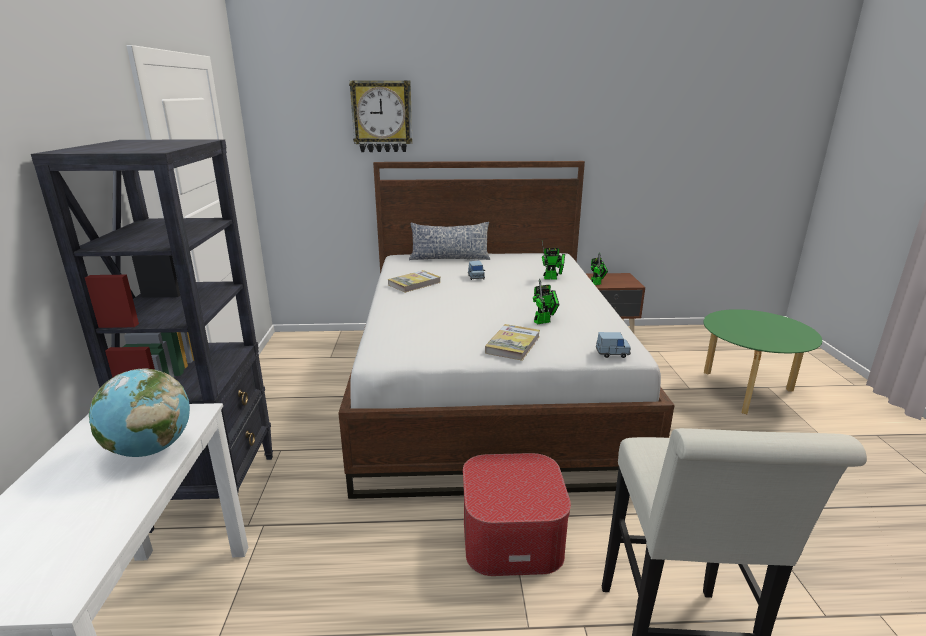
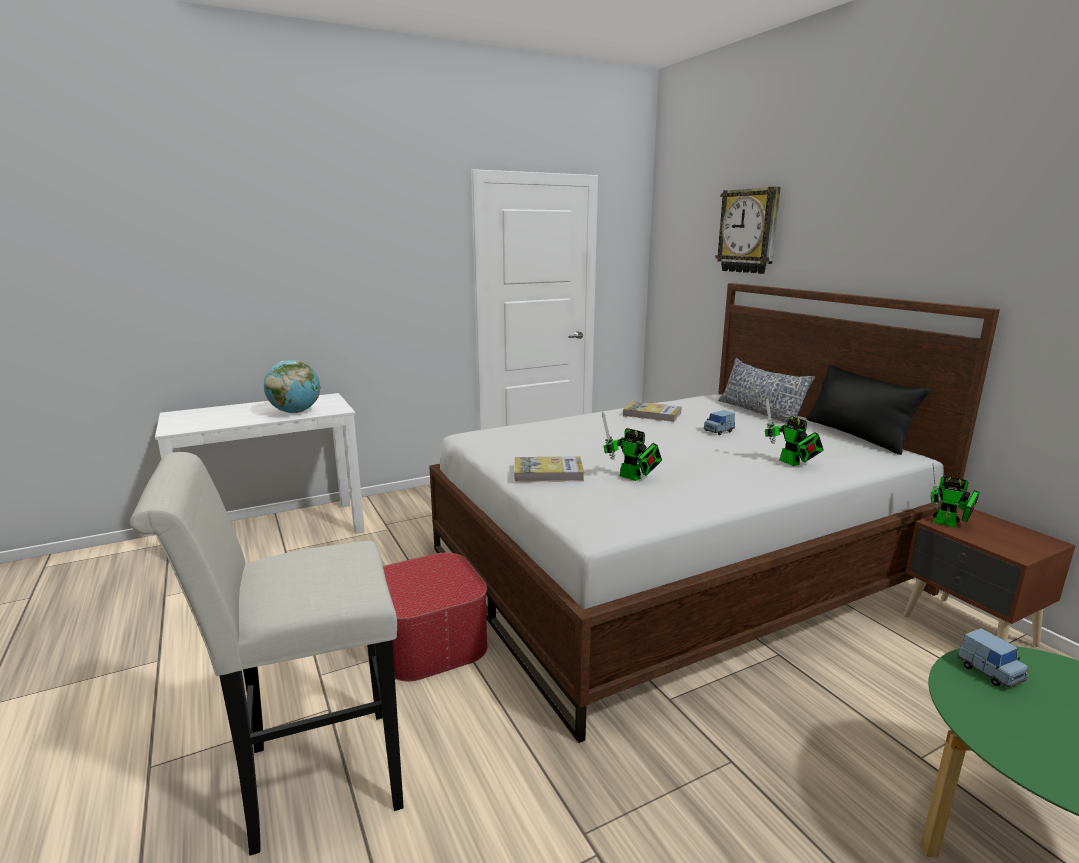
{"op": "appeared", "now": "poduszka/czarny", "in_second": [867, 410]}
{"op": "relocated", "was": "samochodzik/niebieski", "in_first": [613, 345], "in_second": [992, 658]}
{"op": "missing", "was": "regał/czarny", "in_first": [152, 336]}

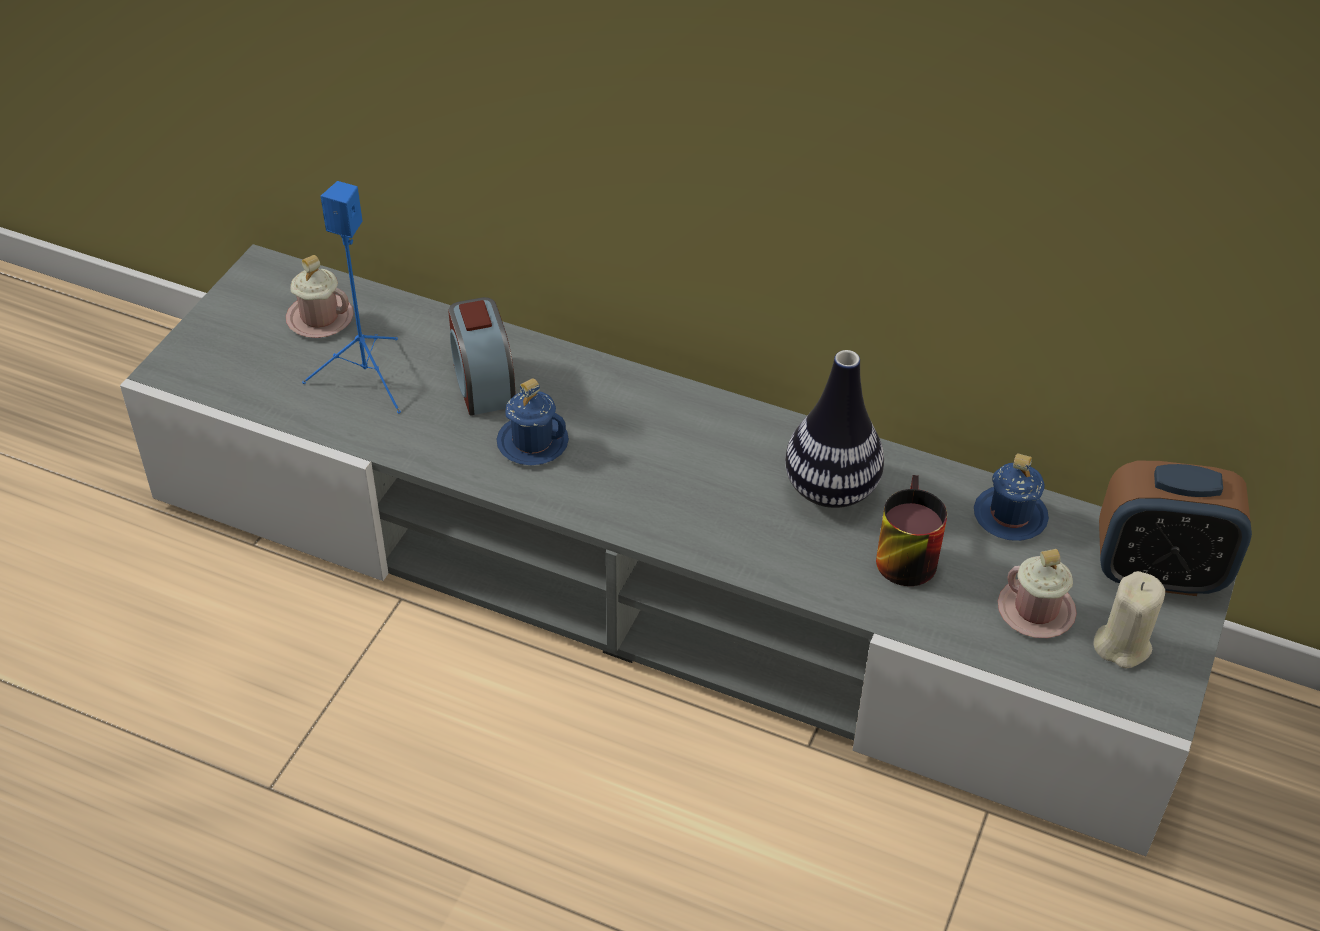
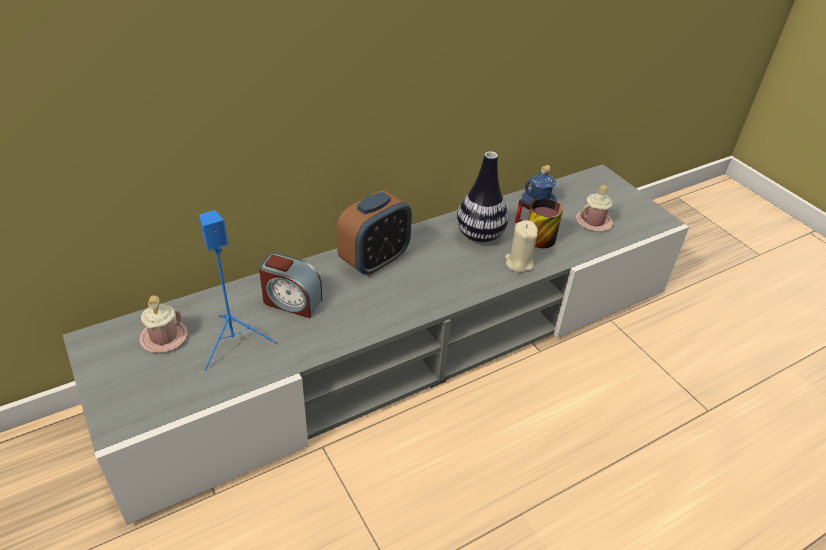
{"op": "relocated", "was": "budzik", "in_first": [1175, 528], "in_second": [374, 232]}
{"op": "relocated", "was": "świeca/beżowy", "in_first": [1129, 619], "in_second": [521, 246]}
{"op": "missing", "was": "kubek/niebieski", "in_first": [533, 422]}

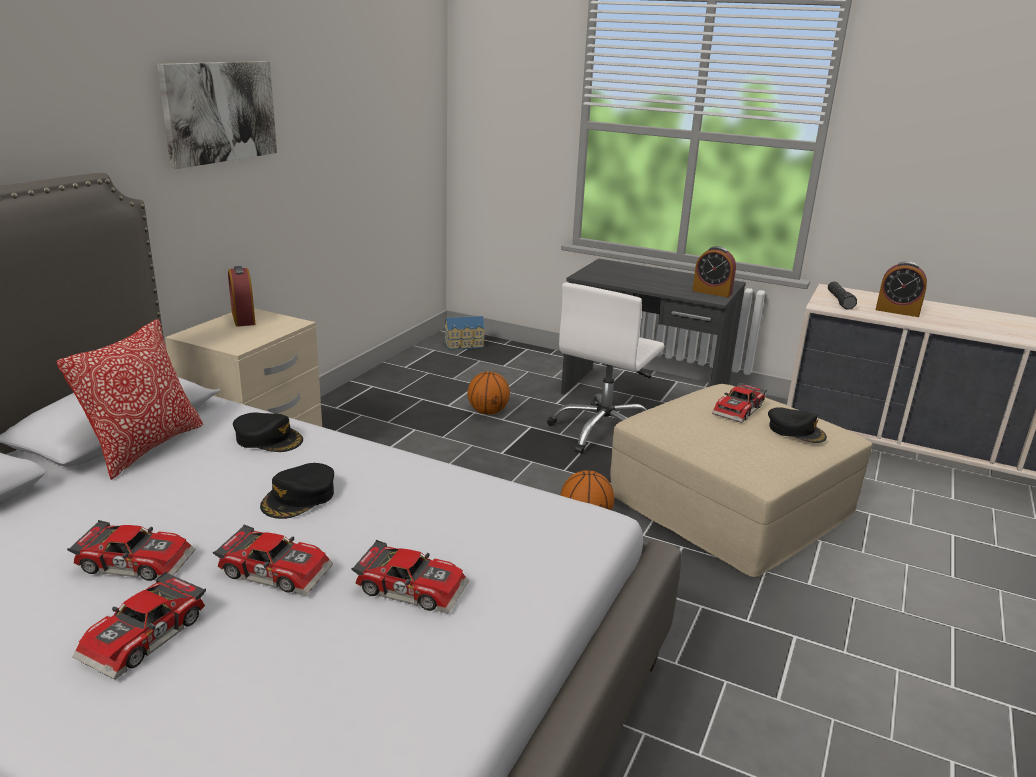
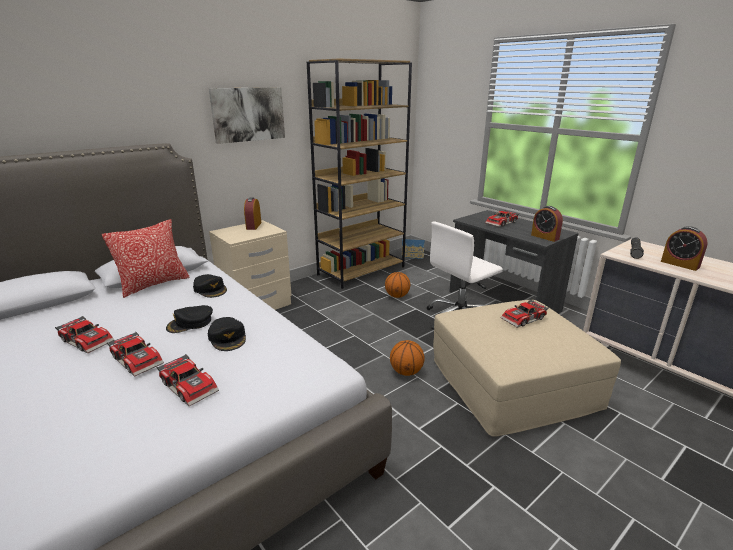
{"op": "relocated", "was": "czapka z daszkiem/czarny", "in_first": [797, 425], "in_second": [227, 334]}
{"op": "appeared", "now": "regał/brązowy", "in_second": [359, 173]}
{"op": "relocated", "was": "samochodzik", "in_first": [139, 626], "in_second": [502, 218]}

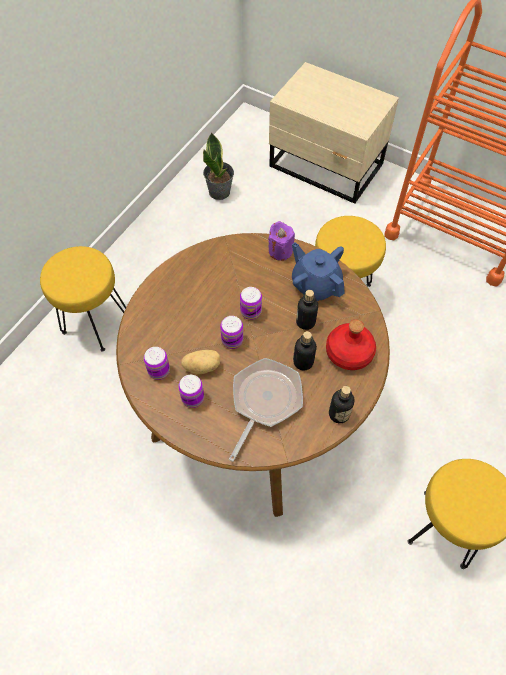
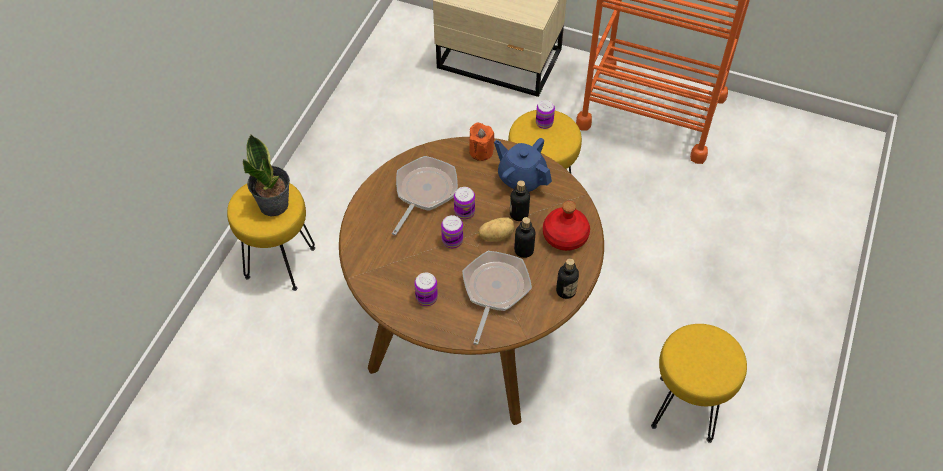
{"op": "relocated", "was": "roślina doniczkowa", "in_first": [218, 166], "in_second": [266, 175]}
{"op": "appeared", "now": "patelnia", "in_second": [425, 195]}
{"op": "colour", "was": "świeca/fioletowy", "now": "świeca/pomarańczowy", "in_first": [281, 241], "in_second": [481, 141]}
{"op": "relocated", "was": "ziemniak", "in_first": [200, 362], "in_second": [496, 229]}
{"op": "relocated", "was": "puszka", "in_first": [157, 363], "in_second": [545, 114]}

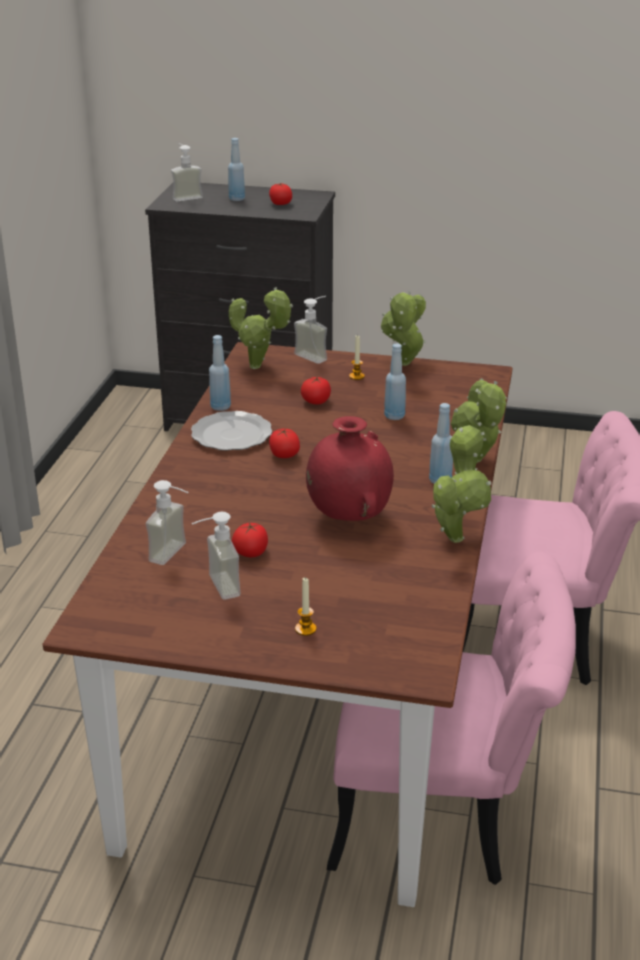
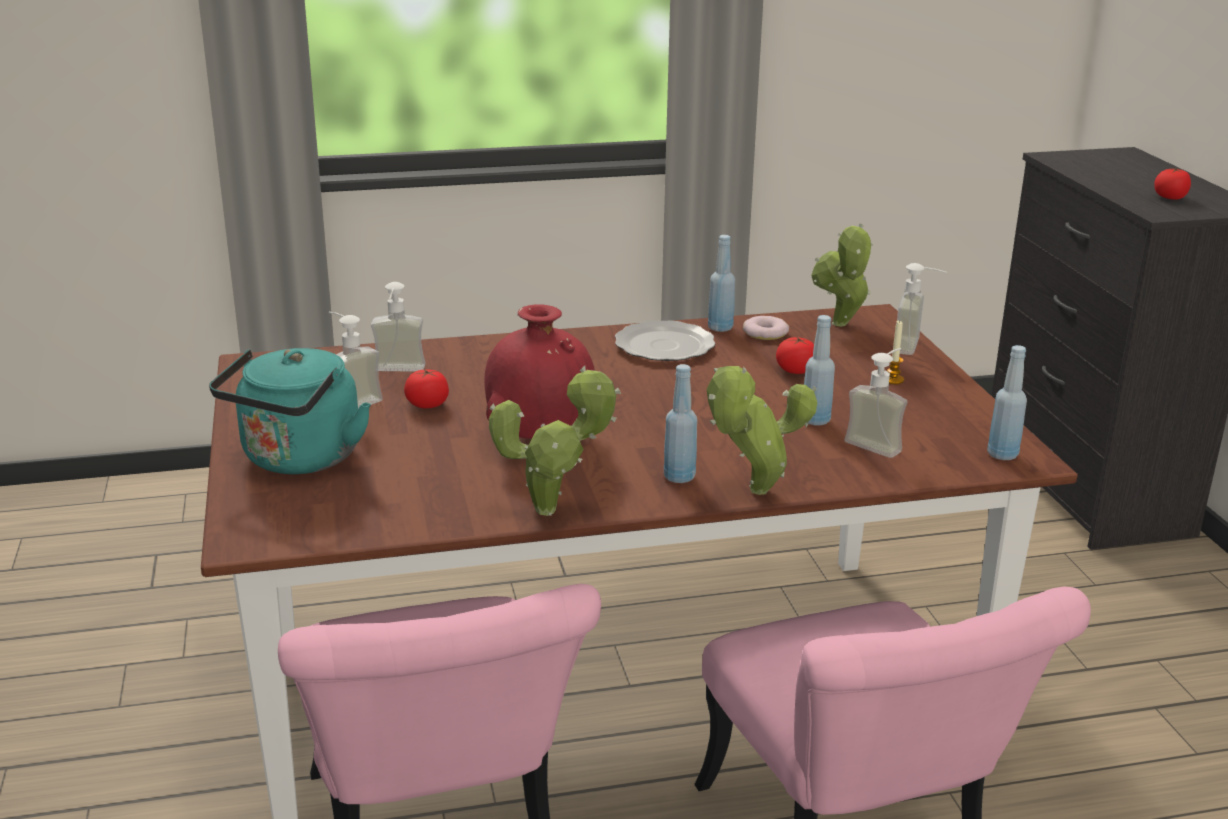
{"op": "exchanged", "was": "świeca", "now": "czajnik/turkusowy", "in_first": [306, 606], "in_second": [290, 411]}
{"op": "appeared", "now": "donut", "in_second": [766, 328]}
{"op": "relocated", "was": "dozownik mydła", "in_first": [187, 172], "in_second": [876, 403]}
{"op": "relocated", "was": "butelka/niebieski", "in_first": [236, 169], "in_second": [1007, 402]}
{"op": "missing", "was": "pomidor", "in_first": [284, 443]}
{"op": "missing", "was": "roślina doniczkowa", "in_first": [403, 328]}

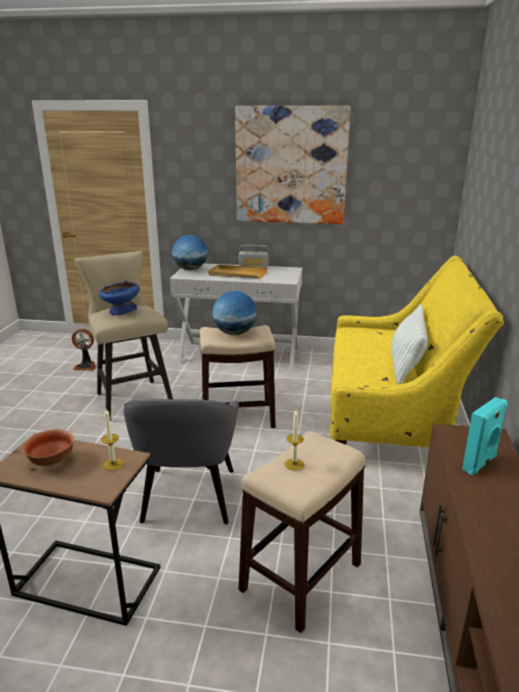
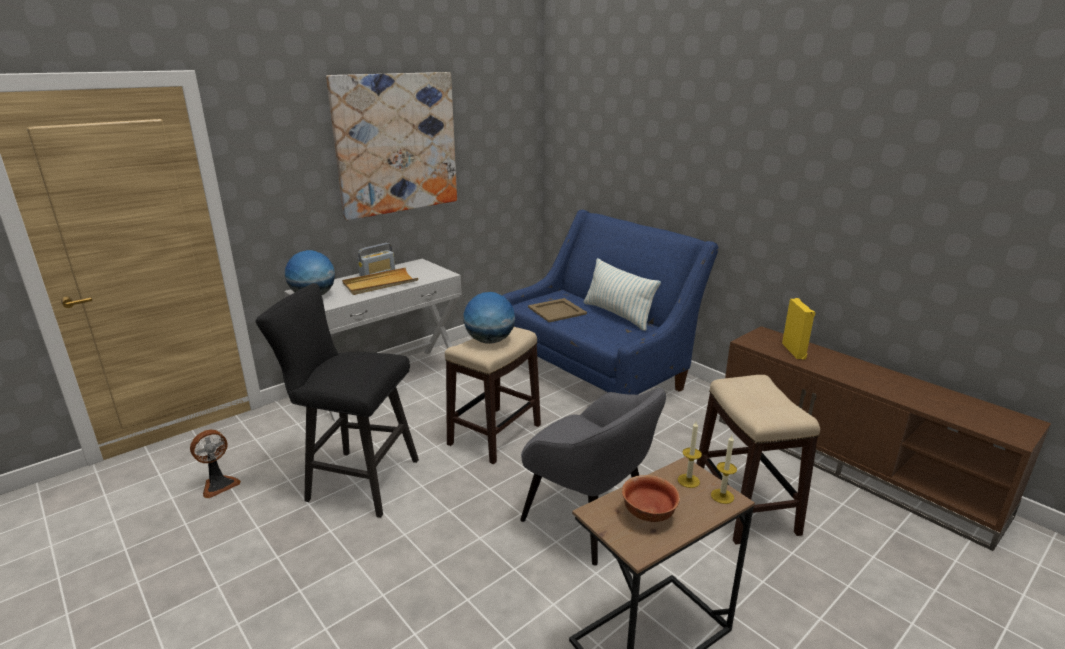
{"op": "colour", "was": "stołek/beżowy", "now": "stołek/czarny", "in_first": [123, 336], "in_second": [337, 400]}
{"op": "colour", "was": "kanapa/żółty", "now": "kanapa/niebieski", "in_first": [417, 351], "in_second": [610, 302]}
{"op": "appeared", "now": "taca/beżowy", "in_second": [557, 310]}
{"op": "relocated", "was": "świeca", "in_first": [294, 440], "in_second": [724, 469]}
{"op": "colour", "was": "głośnik/turkusowy", "now": "głośnik/żółty", "in_first": [485, 436], "in_second": [798, 329]}
{"op": "missing", "was": "miska/niebieski", "in_first": [119, 297]}

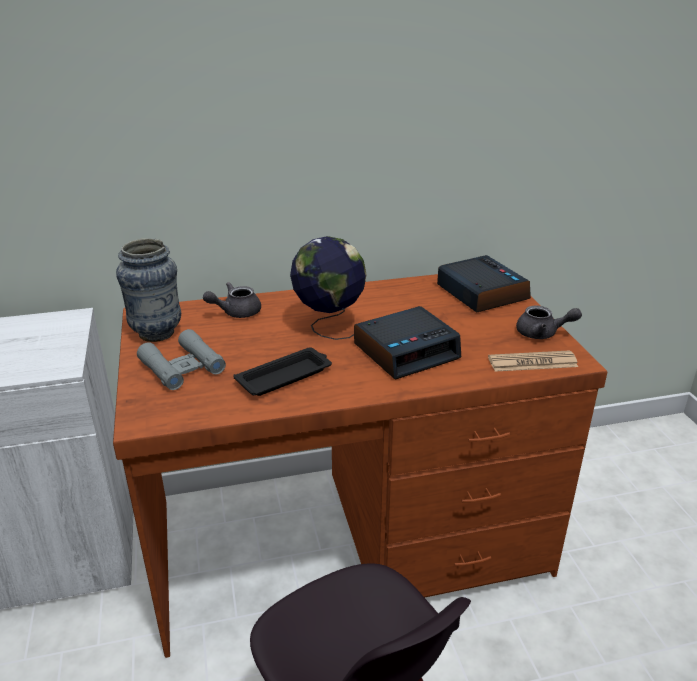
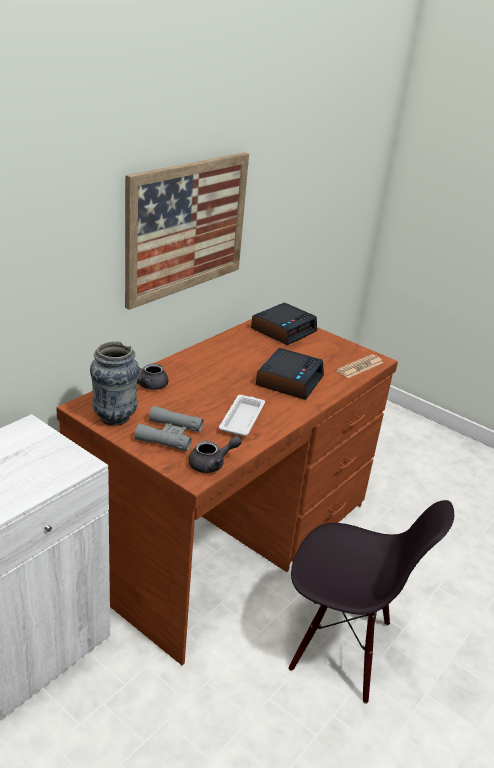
{"op": "appeared", "now": "obraz", "in_second": [187, 231]}
{"op": "relocated", "was": "imbryk/szary", "in_first": [549, 322], "in_second": [215, 454]}
{"op": "colour", "was": "taca/czarny", "now": "taca/biały", "in_first": [282, 371], "in_second": [242, 415]}
{"op": "spun", "was": "budzik", "in_first": [484, 284], "in_second": [284, 324], "clockwise": 105}
{"op": "missing", "was": "globus", "in_first": [328, 288]}

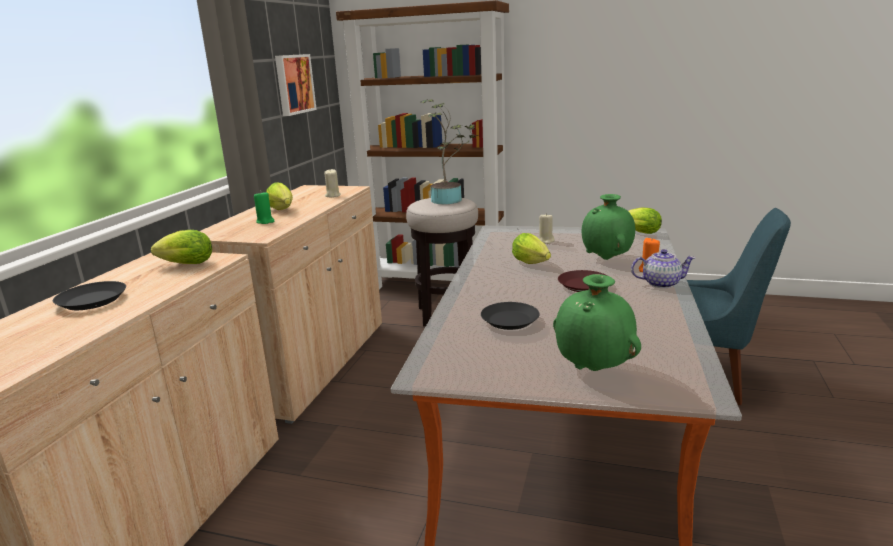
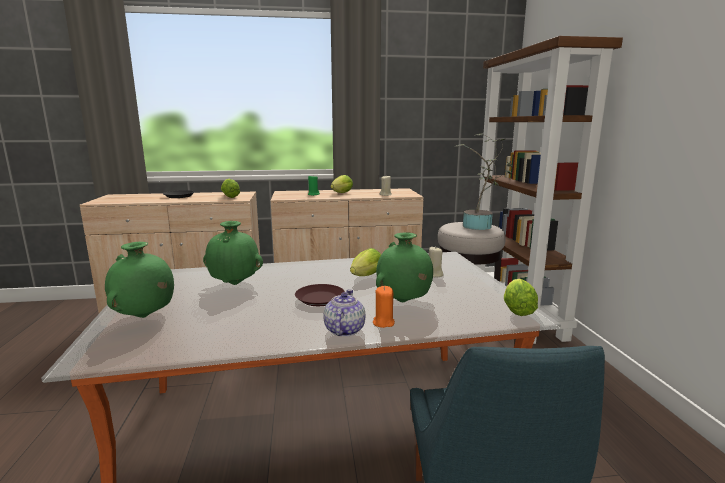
{"op": "exchanged", "was": "talerz/czarny", "now": "wazon/zielony", "in_first": [510, 316], "in_second": [233, 253]}
{"op": "spun", "was": "imbryk", "in_first": [663, 268], "in_second": [344, 313], "clockwise": -150}
{"op": "missing", "was": "obraz", "in_first": [296, 85]}

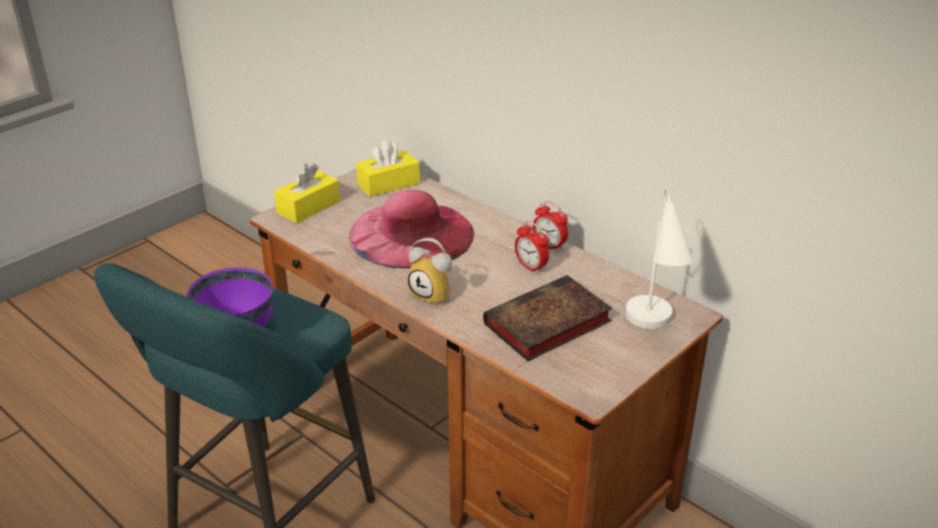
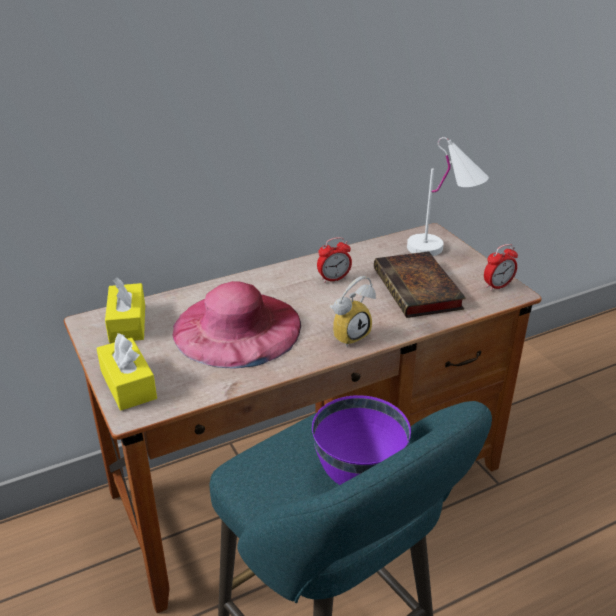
{"op": "relocated", "was": "budzik", "in_first": [550, 226], "in_second": [501, 267]}

